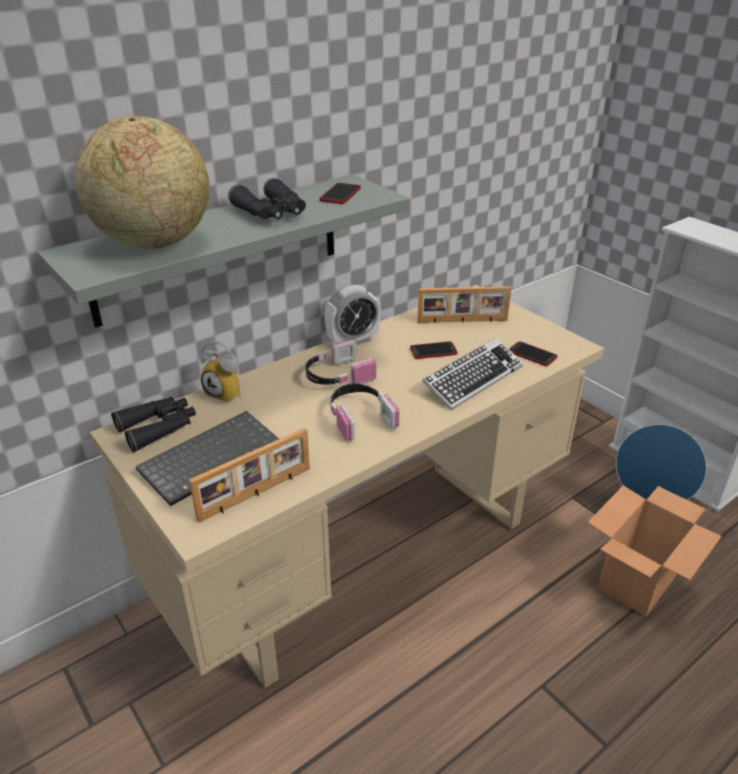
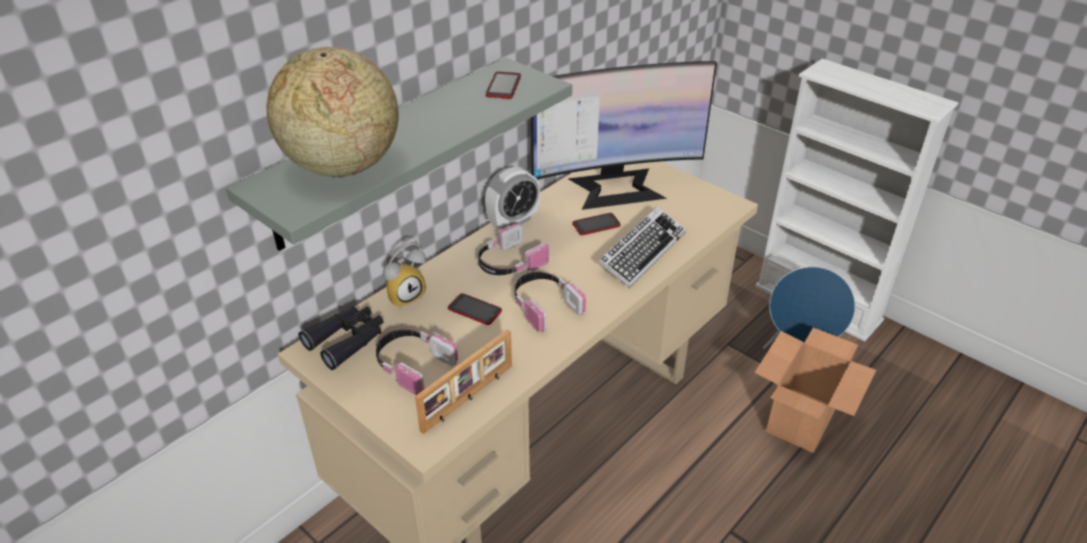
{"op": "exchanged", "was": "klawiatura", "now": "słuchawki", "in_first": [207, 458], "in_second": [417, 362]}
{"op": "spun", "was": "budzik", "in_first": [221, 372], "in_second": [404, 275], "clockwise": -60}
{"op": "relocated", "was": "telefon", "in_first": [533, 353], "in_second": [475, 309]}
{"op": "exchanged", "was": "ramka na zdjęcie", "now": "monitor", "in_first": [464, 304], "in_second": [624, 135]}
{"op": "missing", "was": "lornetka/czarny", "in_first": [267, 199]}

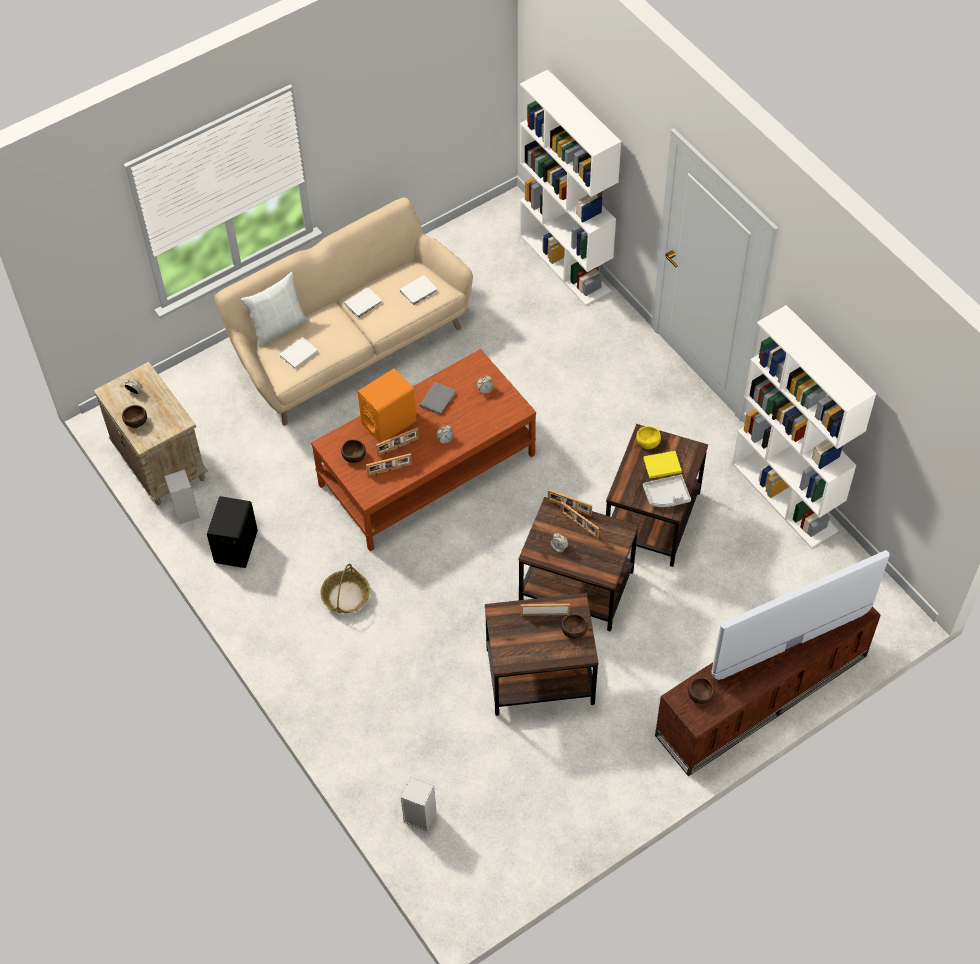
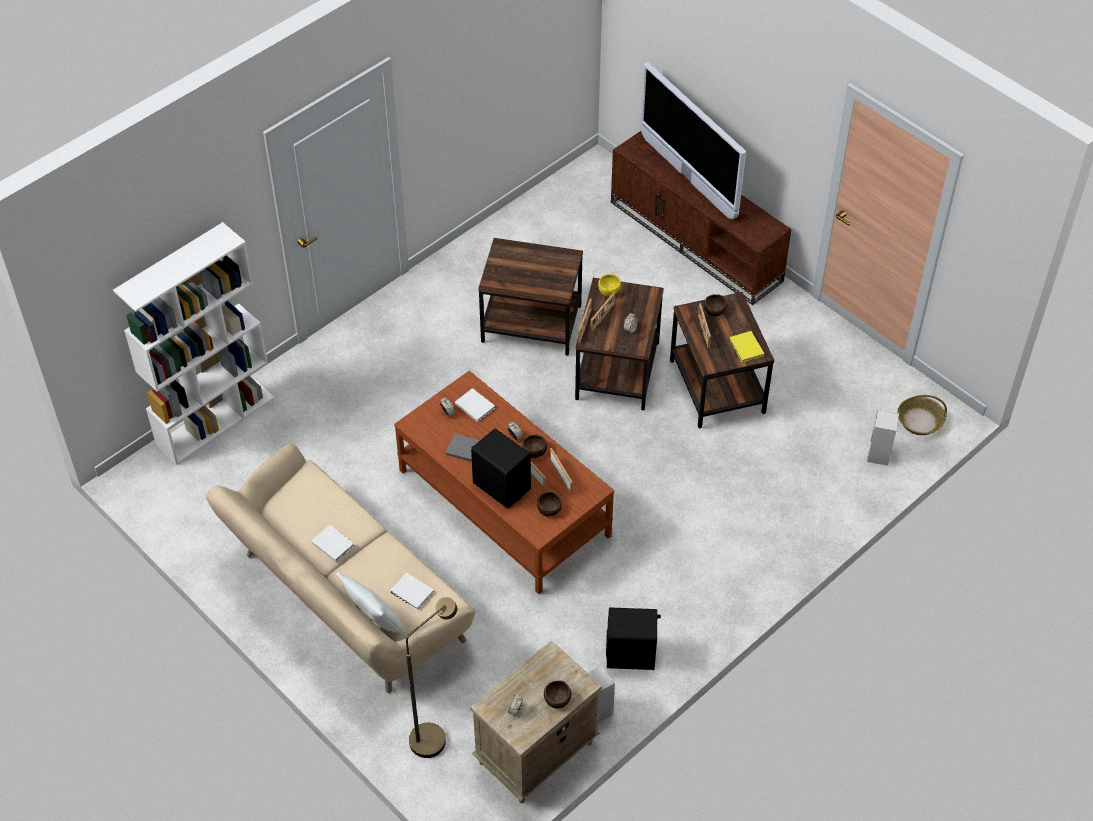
{"op": "appeared", "now": "lampa stojąca/brązowy", "in_second": [431, 677]}
{"op": "relocated", "was": "książka/biały", "in_first": [418, 290], "in_second": [475, 405]}
{"op": "colour", "was": "głośnik/pomarańczowy", "now": "głośnik/czarny", "in_first": [387, 405], "in_second": [501, 468]}
{"op": "relocated", "was": "miska/brązowy", "in_first": [701, 691], "in_second": [534, 446]}
{"op": "relocated", "was": "miska/żółty", "in_first": [648, 437], "in_second": [609, 285]}
{"op": "relocated", "was": "książka/żółty", "in_first": [662, 465], "in_second": [747, 347]}
{"op": "relocated", "was": "koszyk", "in_first": [345, 588], "in_second": [922, 415]}
{"op": "missing", "was": "taca/szary", "in_first": [667, 490]}
{"op": "missing", "was": "regał/biały", "in_first": [804, 426]}

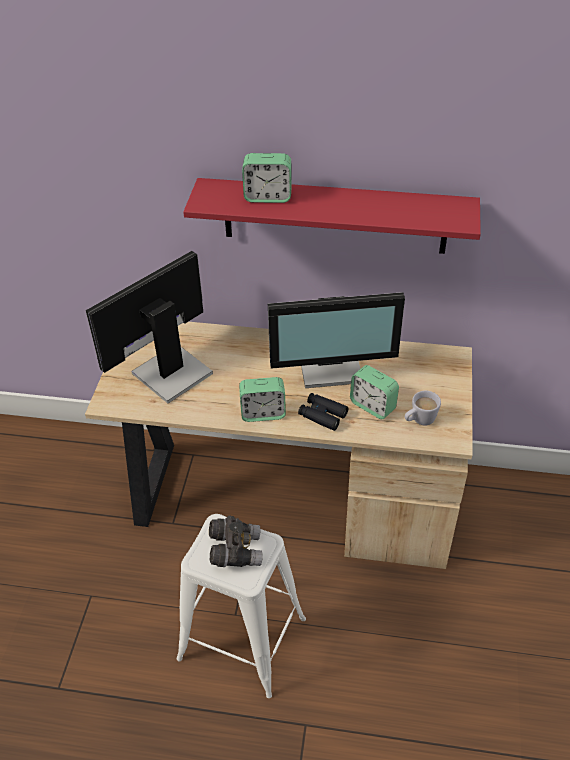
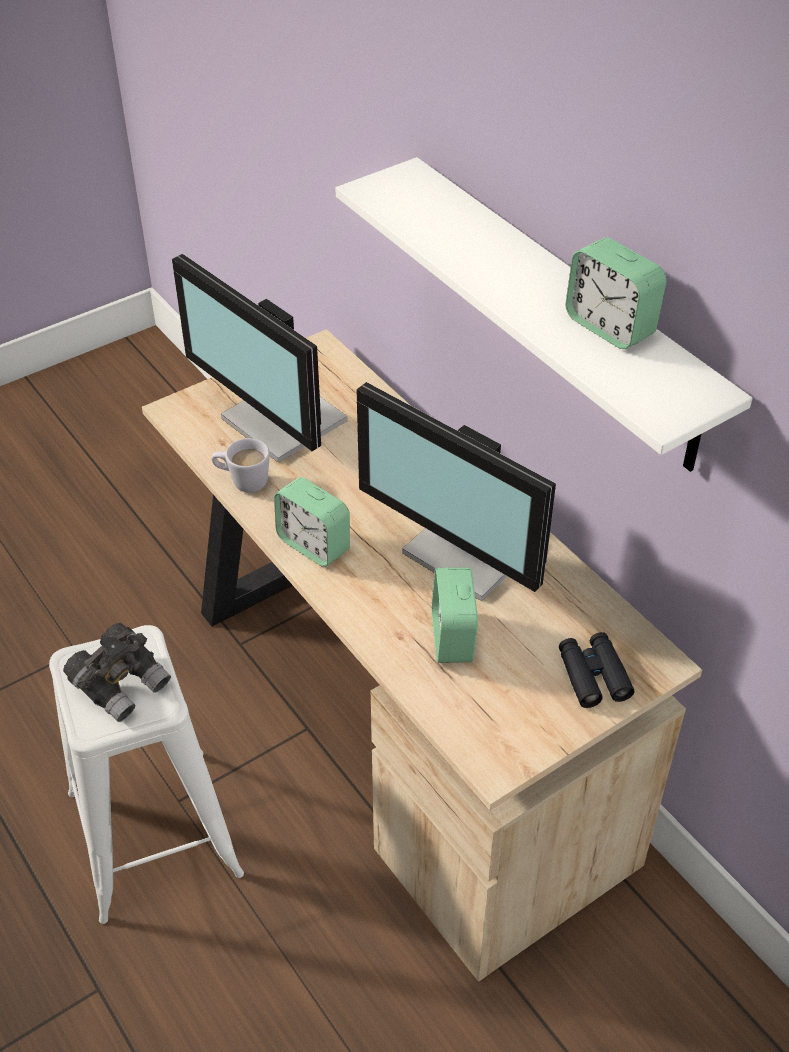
{"op": "spun", "was": "monitor", "in_first": [149, 327], "in_second": [260, 358], "clockwise": -135}
{"op": "relocated", "was": "kubek/biały", "in_first": [423, 407], "in_second": [240, 465]}
{"op": "colour", "was": "półka/czerwony", "now": "półka/biały", "in_first": [332, 216], "in_second": [543, 314]}
{"op": "relocated", "was": "lornetka/czarny", "in_first": [323, 412], "in_second": [596, 670]}
{"op": "relocated", "was": "budzik", "in_first": [267, 178], "in_second": [615, 293]}

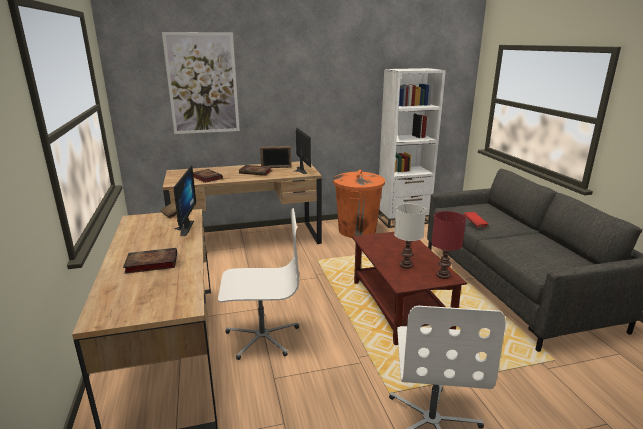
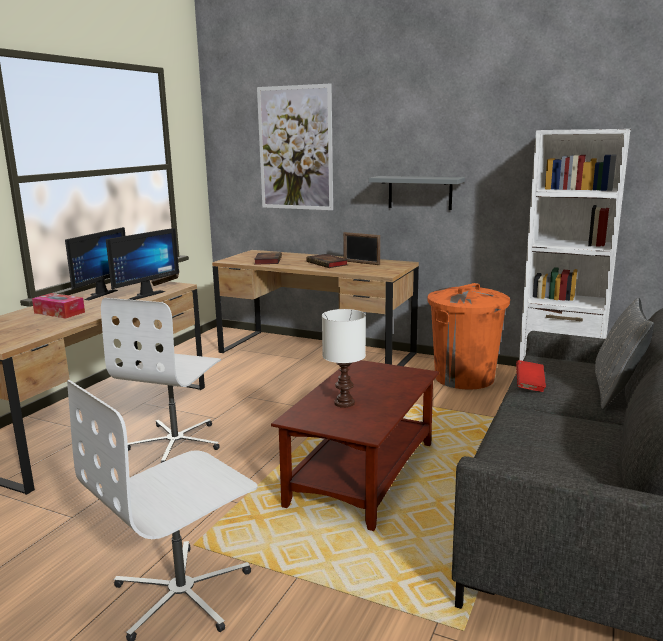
{"op": "exchanged", "was": "książka", "now": "pudełko chusteczek", "in_first": [150, 261], "in_second": [58, 305]}
{"op": "relocated", "was": "monitor", "in_first": [302, 151], "in_second": [95, 263]}
{"op": "spun", "was": "krzesło biurowe/biały", "in_first": [258, 284], "in_second": [161, 380], "clockwise": 75}
{"op": "appeared", "now": "półka/szary", "in_second": [417, 193]}
{"op": "appeared", "now": "poduszka/szary", "in_second": [624, 353]}
{"op": "missing", "was": "lampa stołowa/czerwony", "in_first": [449, 245]}

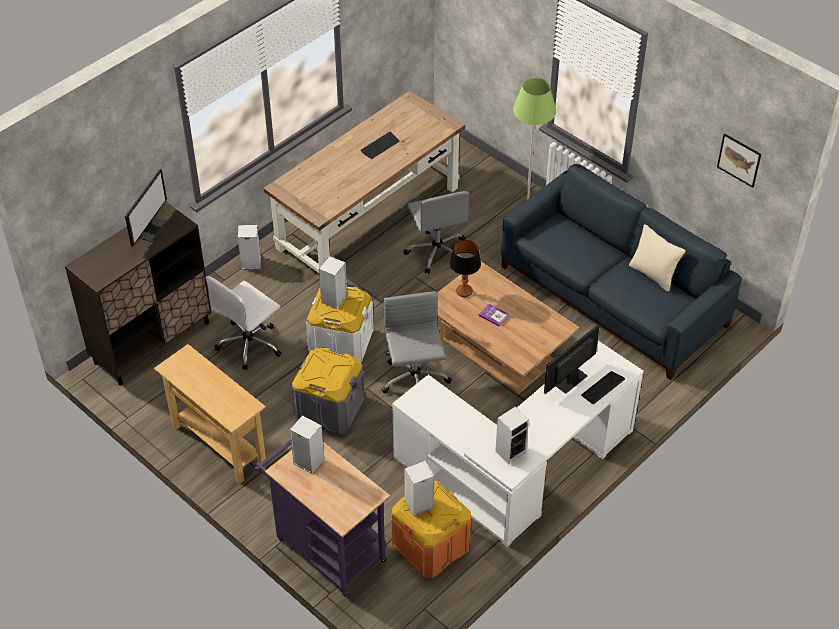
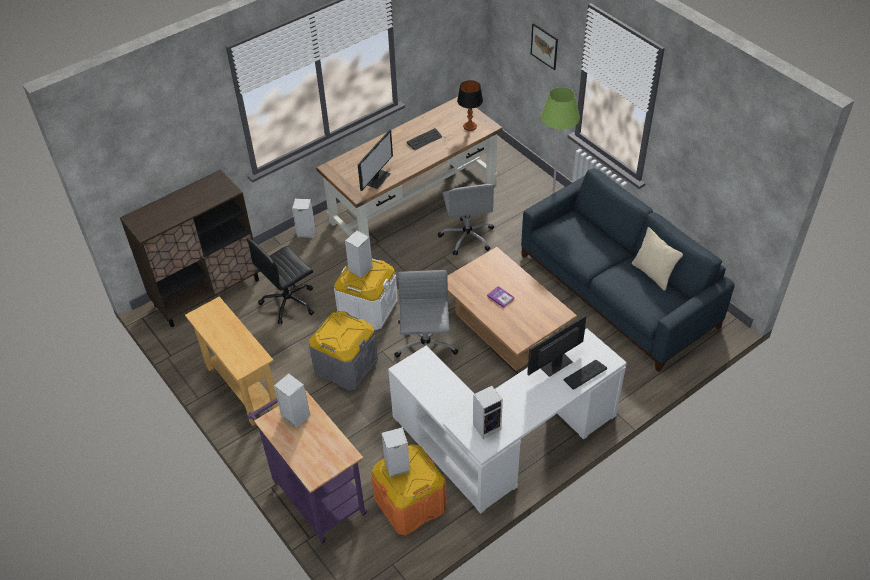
{"op": "colour", "was": "krzesło biurowe/biały", "now": "krzesło biurowe/czarny", "in_first": [243, 323], "in_second": [280, 281]}
{"op": "relocated", "was": "monitor", "in_first": [146, 208], "in_second": [375, 160]}
{"op": "relocated", "was": "lampa stołowa", "in_first": [465, 268], "in_second": [470, 105]}
{"op": "relocated", "was": "obraz", "in_first": [739, 161], "in_second": [544, 46]}

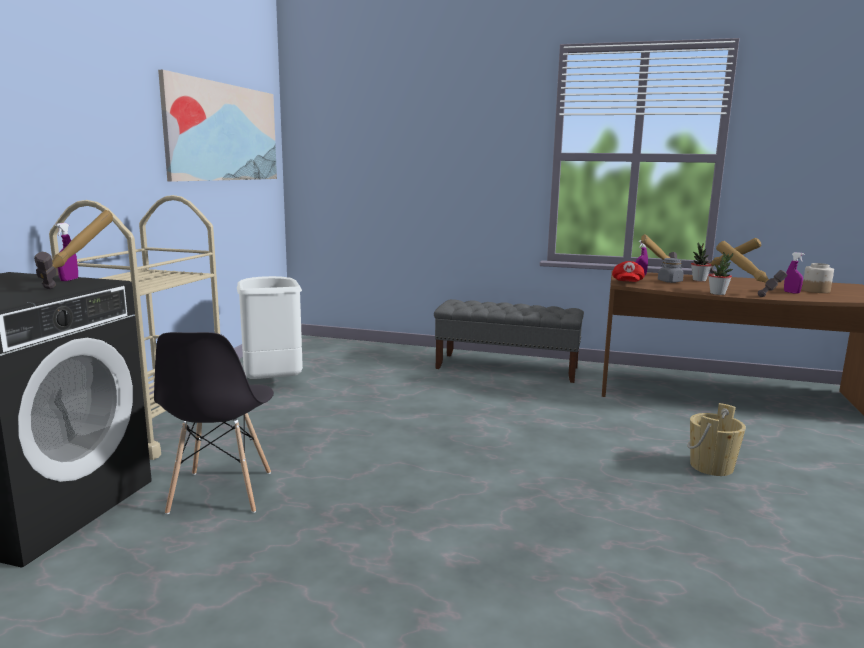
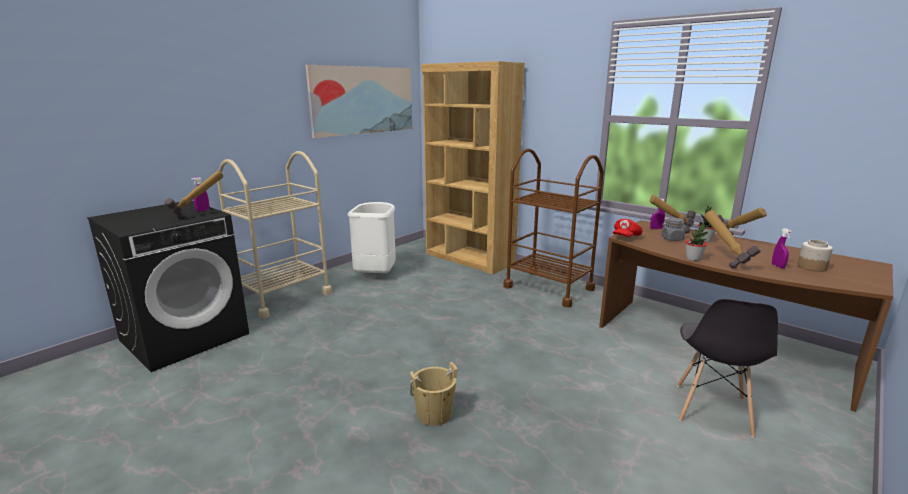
{"op": "relocated", "was": "wiadro/beżowy", "in_first": [716, 439], "in_second": [433, 394]}
{"op": "appeared", "now": "regał/brązowy", "in_second": [473, 168]}
{"op": "exchanged", "was": "ławka/szary", "now": "wózek/brązowy", "in_first": [509, 341], "in_second": [553, 228]}
{"op": "relocated", "was": "krzesło/szary", "in_first": [214, 423], "in_second": [727, 368]}

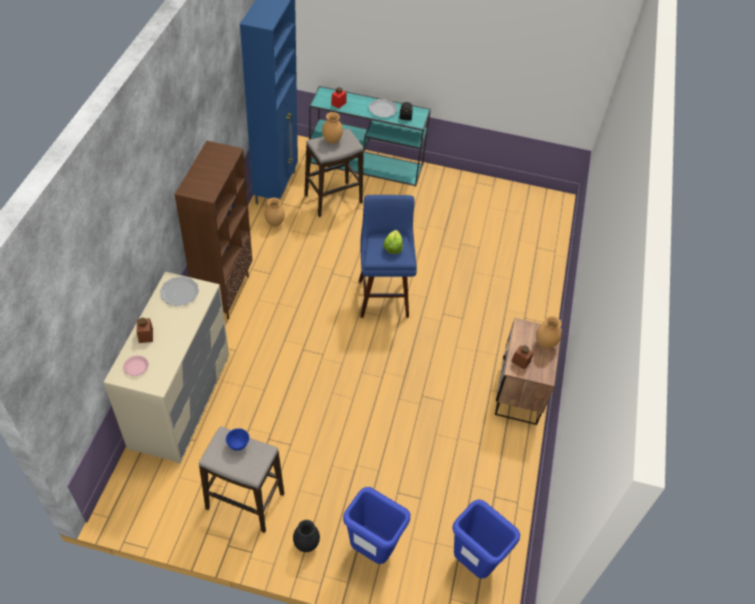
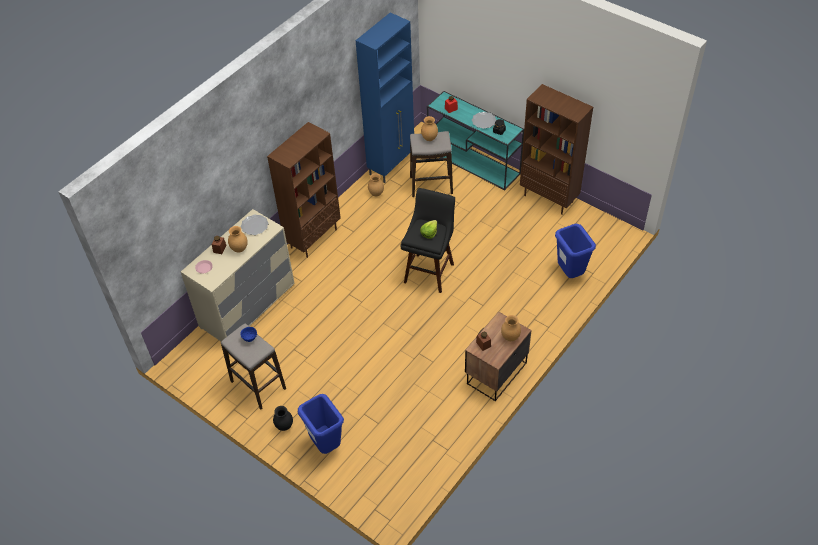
{"op": "appeared", "now": "wazon/brązowy", "in_second": [238, 239]}
{"op": "colour", "was": "stołek/niebieski", "now": "stołek/czarny", "in_first": [388, 256], "in_second": [427, 240]}
{"op": "appeared", "now": "regał/brązowy", "in_second": [556, 149]}
{"op": "relocated", "was": "kosz na śmieci/niebieski", "in_first": [486, 539], "in_second": [575, 251]}

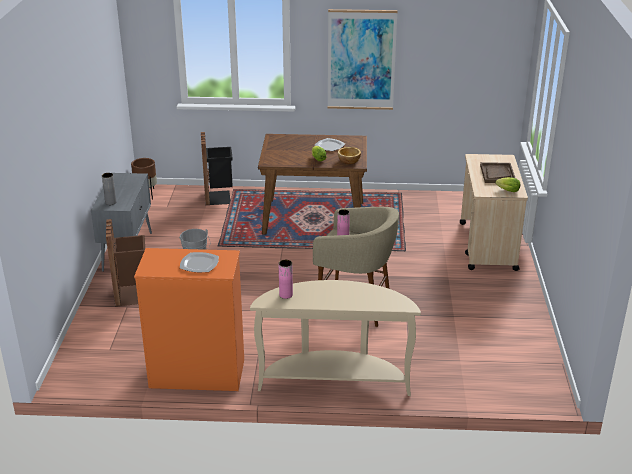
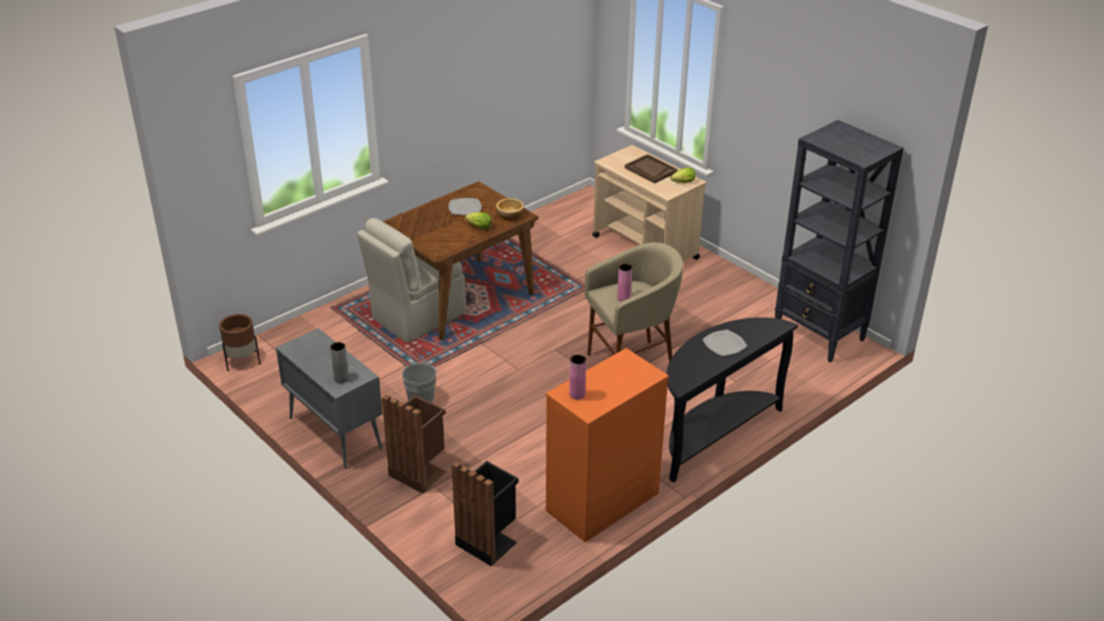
{"op": "appeared", "now": "krzesło/beżowy", "in_second": [411, 280]}
{"op": "relocated", "was": "kosz na śmieci/czarny", "in_first": [217, 168], "in_second": [485, 513]}
{"op": "relocated", "was": "wazon/różowy", "in_first": [286, 279], "in_second": [577, 377]}
{"op": "colour", "was": "stolik konsolowy/beżowy", "now": "stolik konsolowy/czarny", "in_first": [335, 338], "in_second": [732, 399]}
{"op": "relocated", "was": "talerz", "in_first": [199, 262], "in_second": [724, 343]}
{"op": "appeared", "now": "regał/czarny", "in_second": [839, 241]}
{"op": "missing", "was": "obraz", "in_first": [363, 59]}

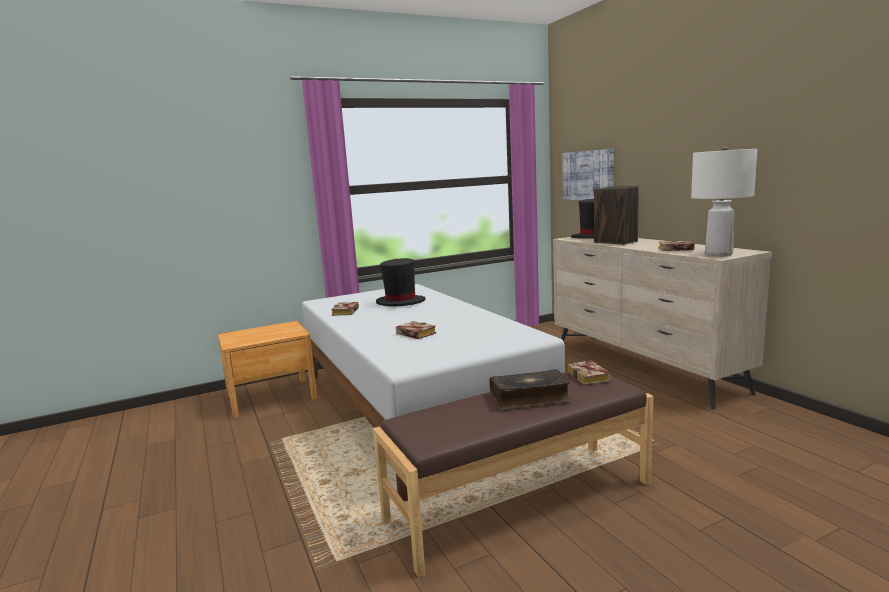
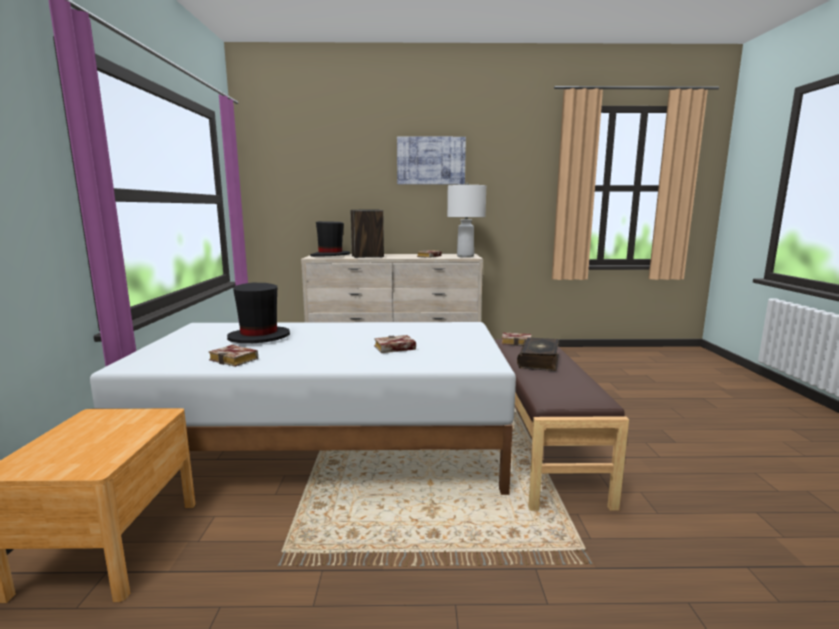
{"op": "relocated", "was": "obraz", "in_first": [588, 174], "in_second": [431, 161]}

